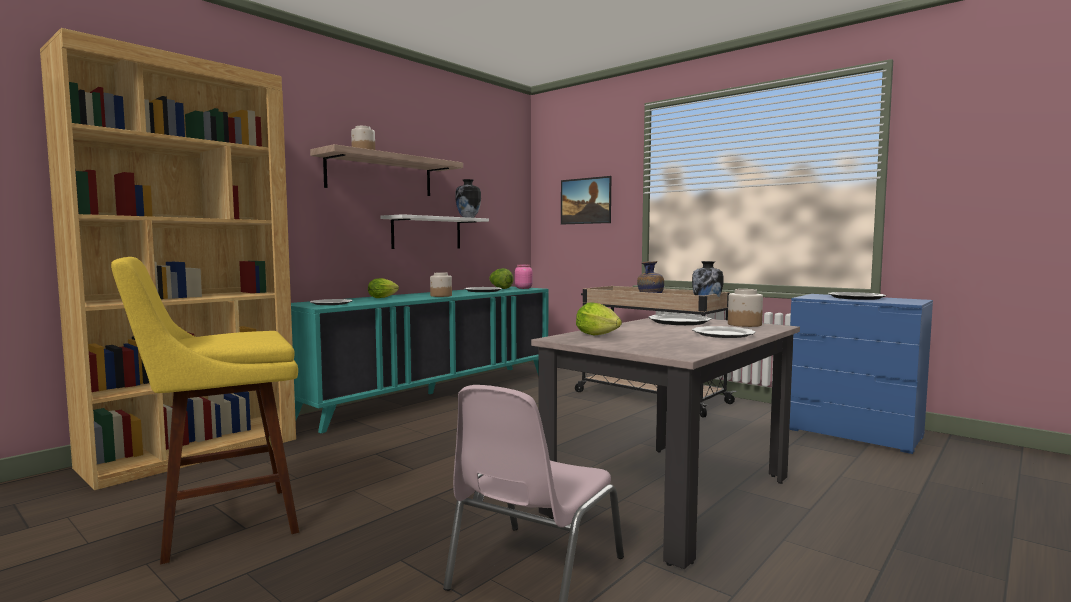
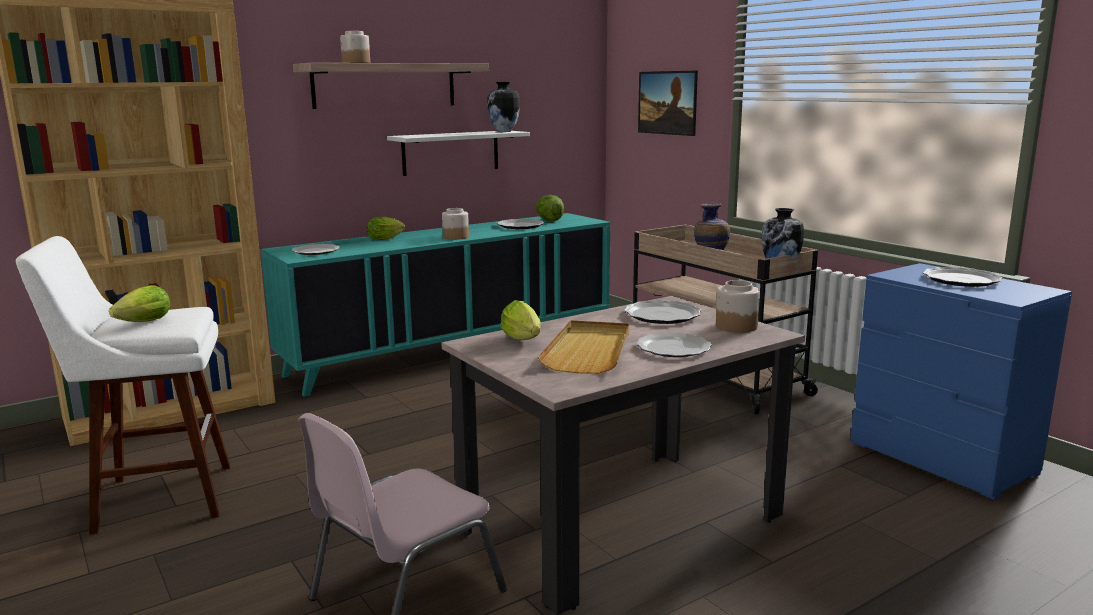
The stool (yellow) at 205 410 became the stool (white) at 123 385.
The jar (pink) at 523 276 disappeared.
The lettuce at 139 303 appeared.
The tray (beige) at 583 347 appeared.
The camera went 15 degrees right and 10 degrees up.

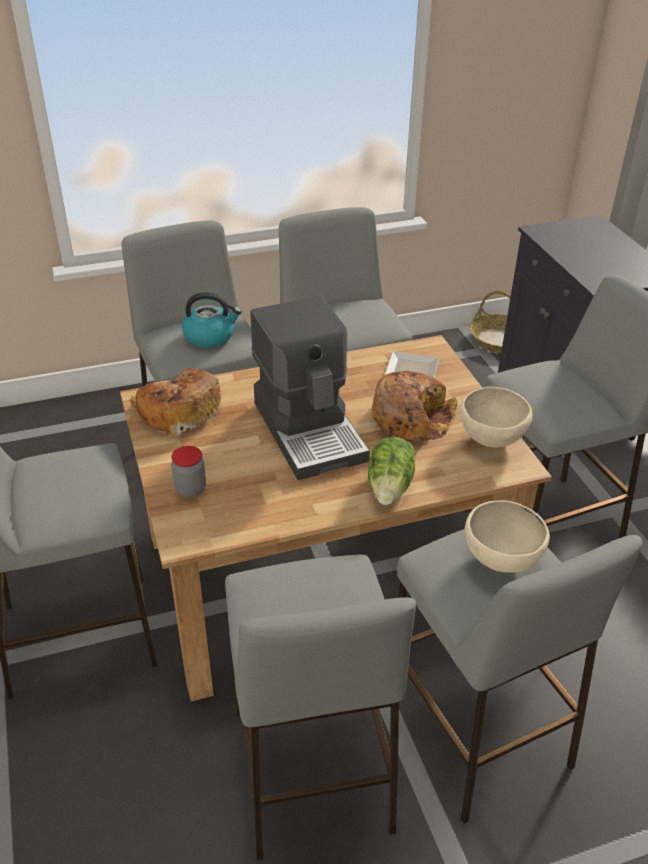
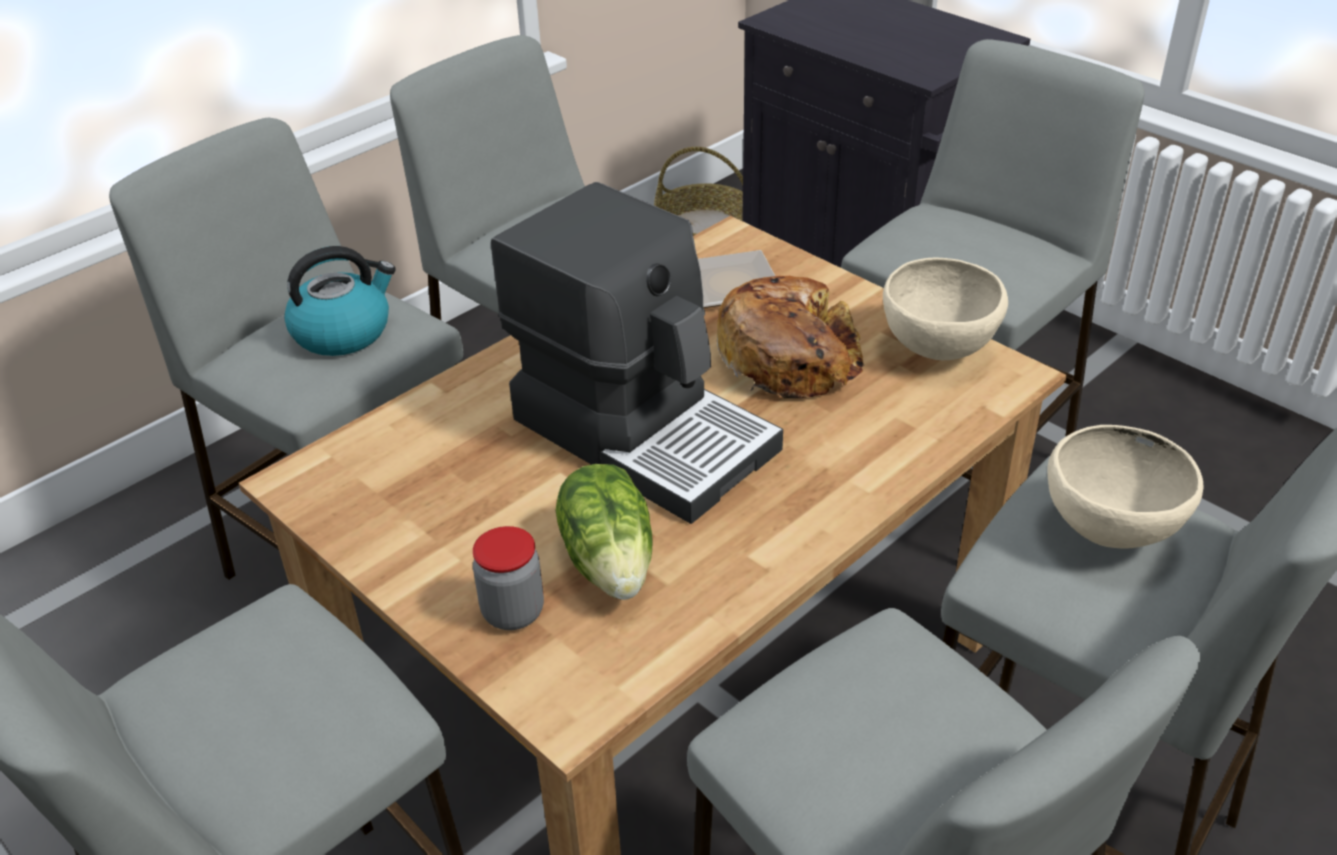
The bread at 175 402 disappeared.
The lettuce moved from 391 471 to 604 532.
The camera went 25 degrees left and 0 degrees up.

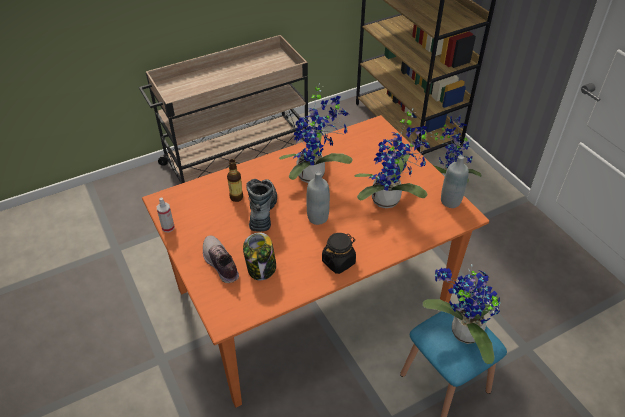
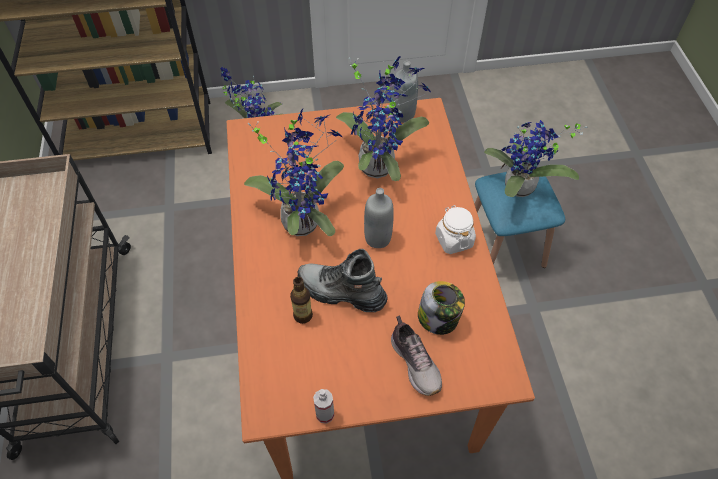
The shoe at 221 259 turned 105 degrees counterclockwise.
The jar (black) at 339 253 became the jar (white) at 455 229.
The camera went 70 degrees left and 10 degrees up.

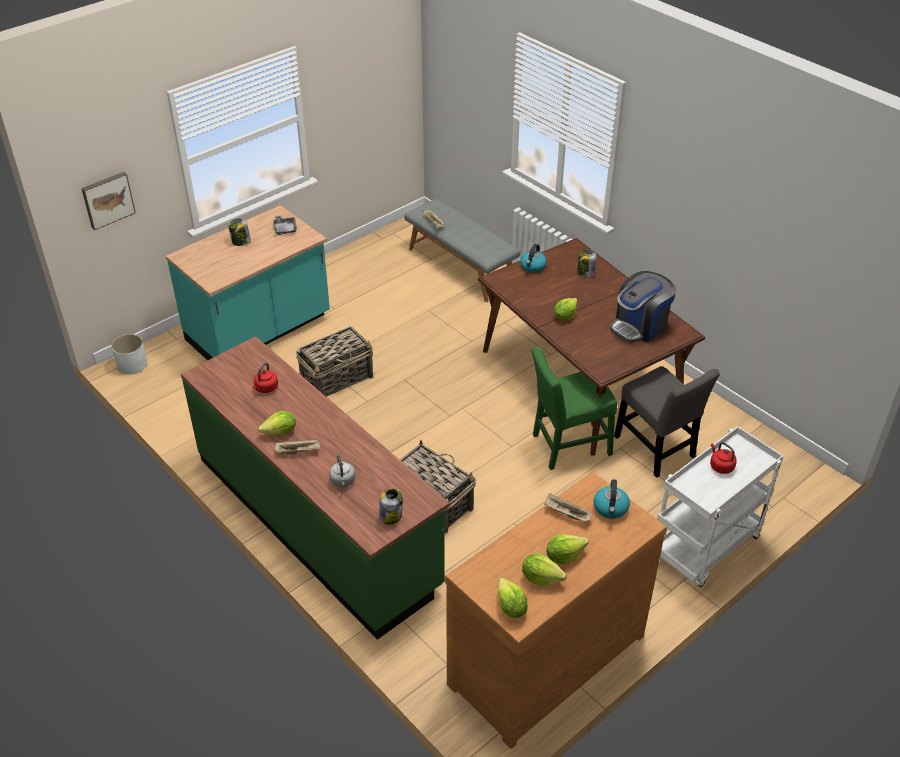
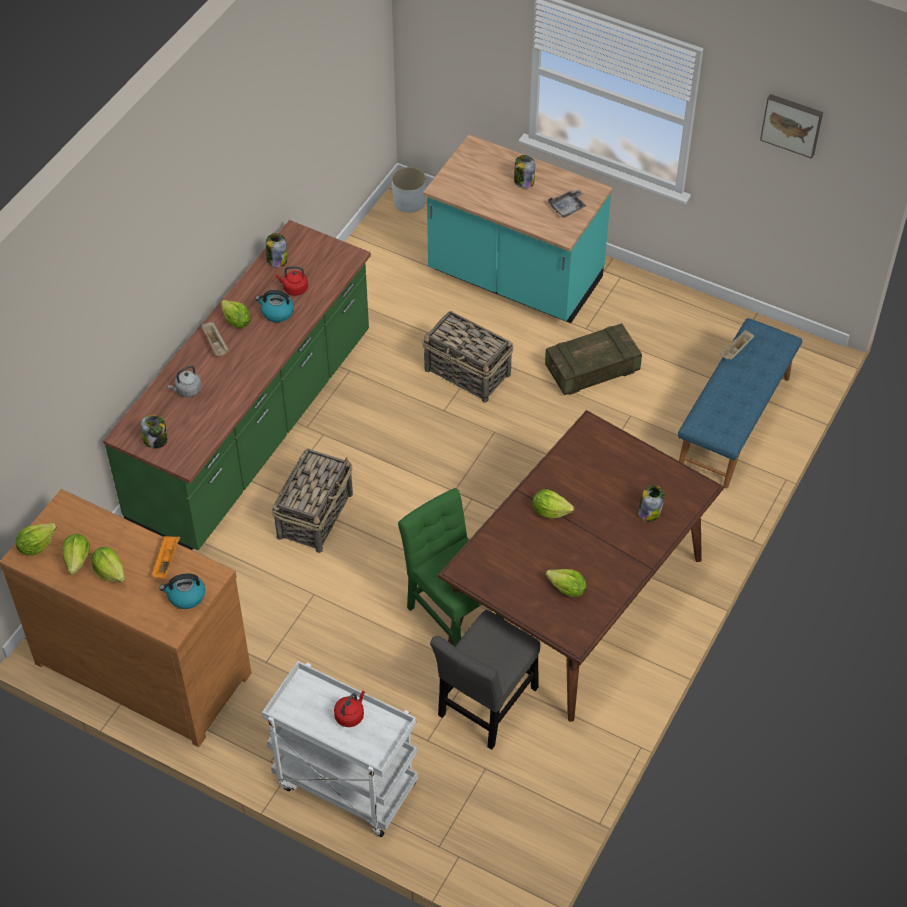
The picture moved from 108 201 to 791 126.
The bench (grey) at 462 250 became the bench (blue) at 740 403.
The kettle moved from 533 258 to 274 306.
The tray (beige) at 568 507 became the tray (orange) at 166 557.
The coffee machine at 643 307 was replaced by the lettuce at 566 583.
The jar at 276 250 appeared.
The crate at 593 359 appeared.
The camera went 70 degrees right and 10 degrees up.

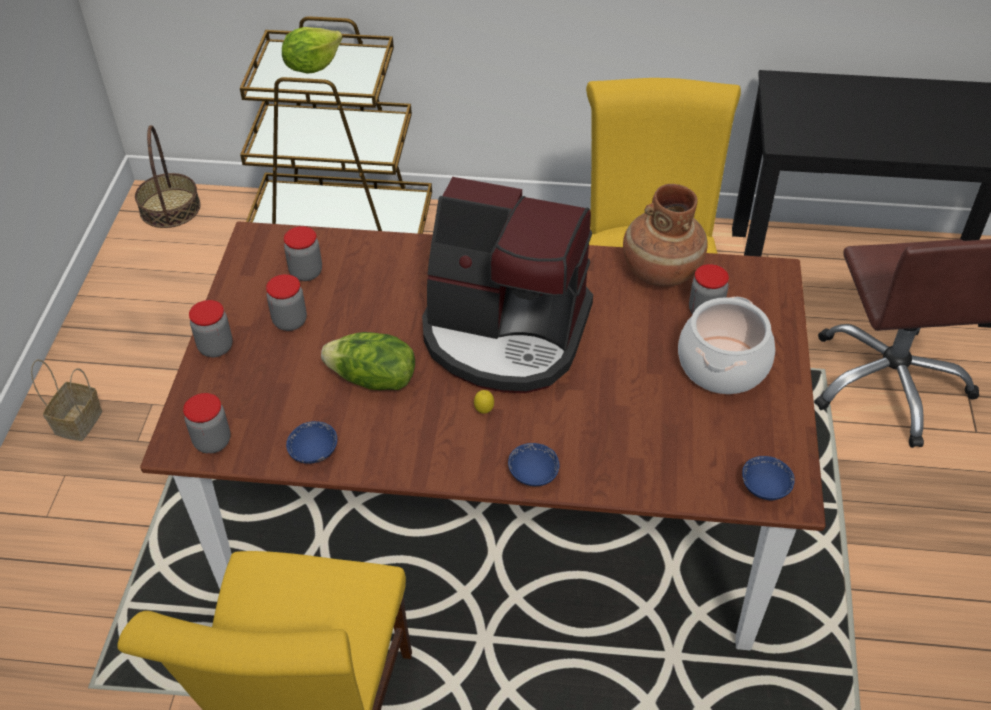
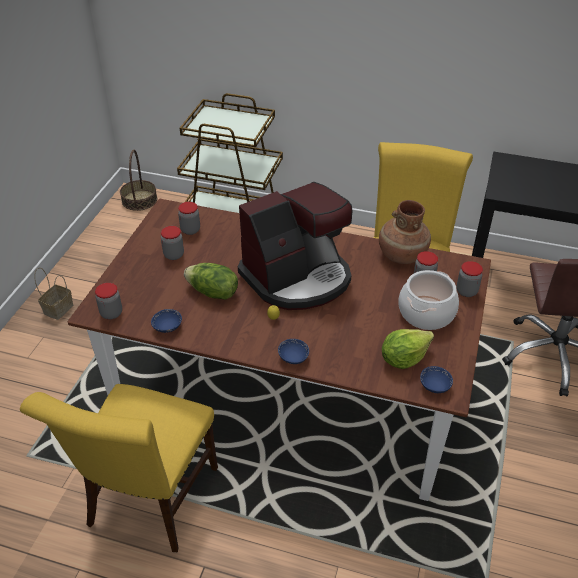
The jar moved from 211 328 to 469 279.
The lettuce moved from 312 50 to 408 349.
The coffee machine at 507 285 turned 60 degrees counterclockwise.
The camera went 10 degrees right and 5 degrees down.

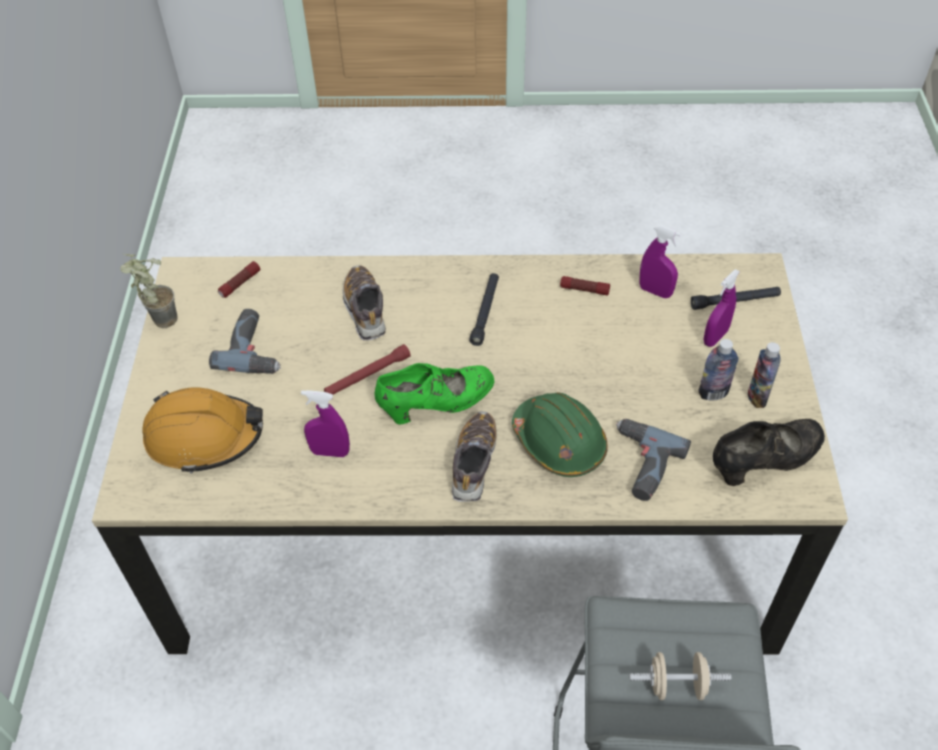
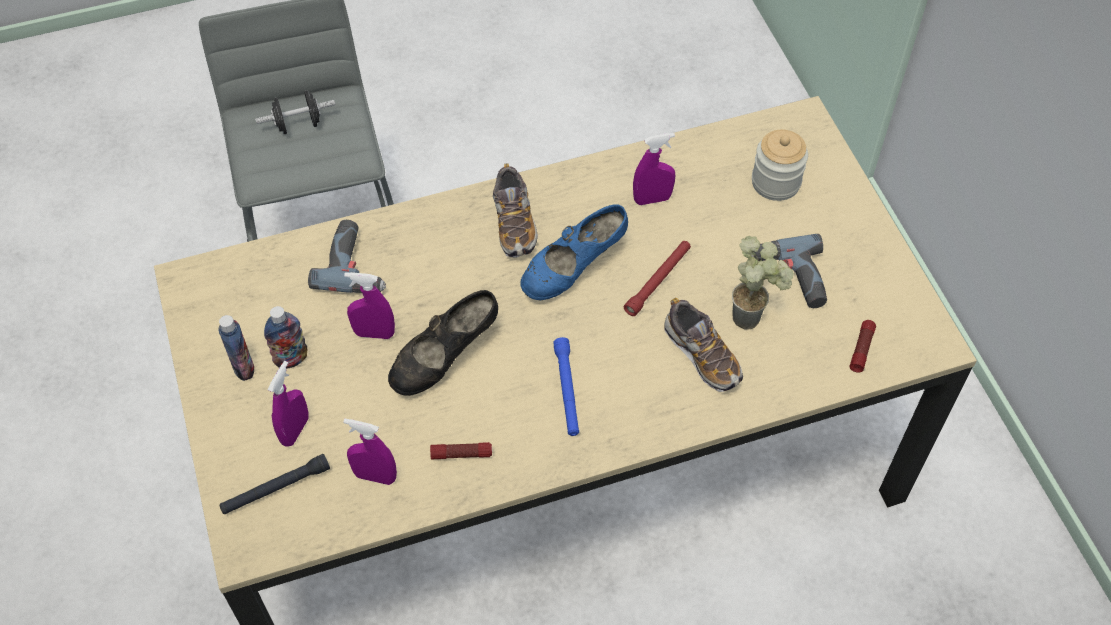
The potted plant moved from 149 291 to 763 283.
The hard hat (orange) at 202 430 was replaced by the jar at 780 165.
The shoe (green) at 434 394 became the shoe (blue) at 574 252.
The flashlight (black) at 484 309 became the flashlight (blue) at 566 386.
The hard hat (green) at 560 434 disappeared.
The dumbbell (beige) at 680 676 became the dumbbell (black) at 295 112.
The shoe (black) moved from 769 452 to 443 343.
The spray bottle (purple) at 369 305 appeared.
The camera went 160 degrees right and 5 degrees up.

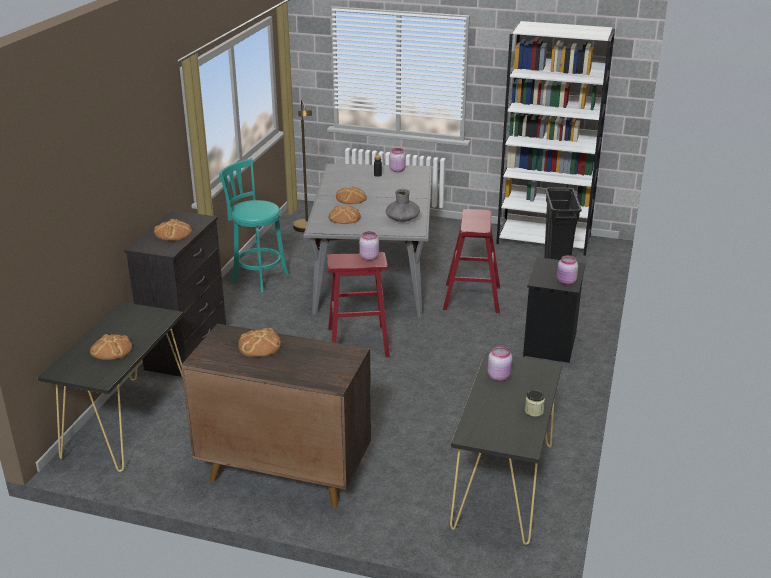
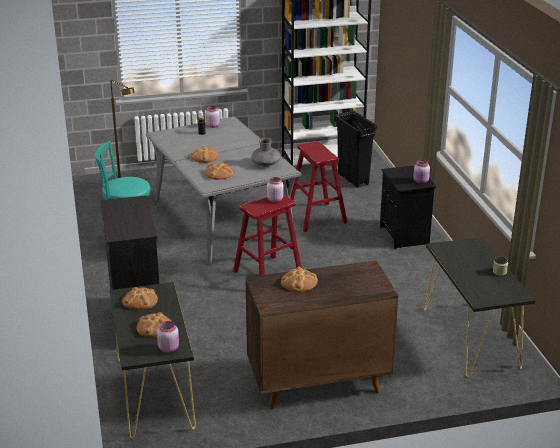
The bread moved from 173 230 to 140 298.
The jar (pink) moved from 500 363 to 168 337.
The camera went 30 degrees left and 0 degrees up.

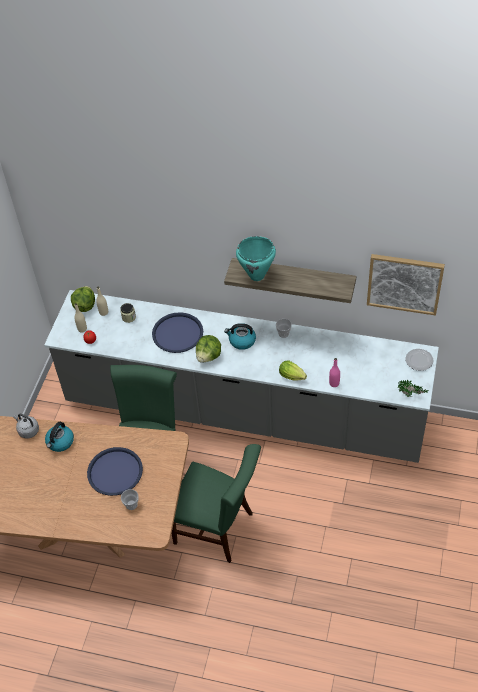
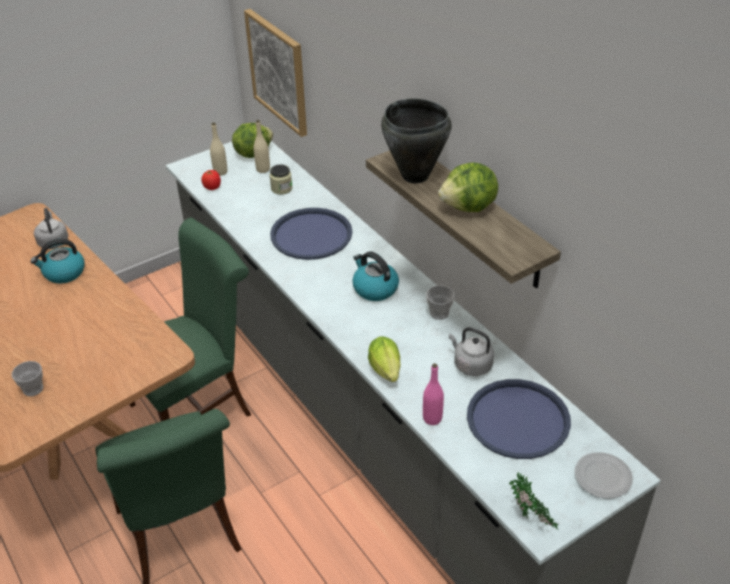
The tray (blue) moved from 115 471 to 519 419.
The lettuce moved from 208 349 to 468 187.
The cooking pot (turquoise) at 256 258 became the cooking pot (black) at 416 140.
The picture moved from 406 285 to 275 73.
The kettle (grey) at 471 351 appeared.
The camera went 40 degrees right and 10 degrees down.

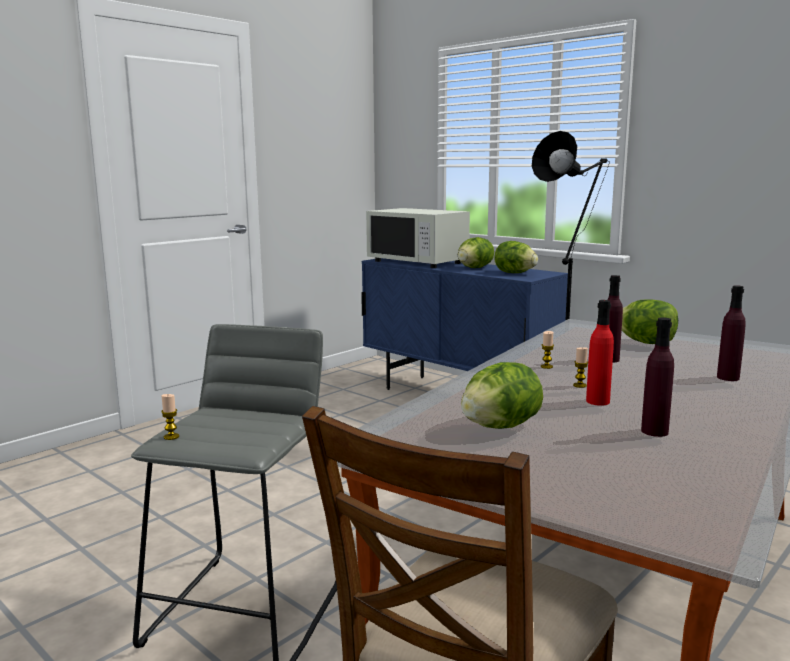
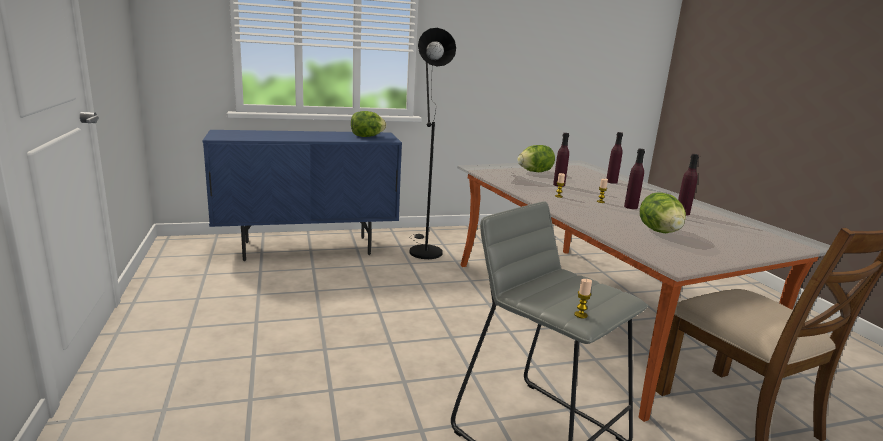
The microwave (white) at 418 238 disappeared.
The lettuce at 476 252 disappeared.
The bottle (red) at 600 353 became the bottle (purple) at 634 179.
The camera went 60 degrees left and 5 degrees up.

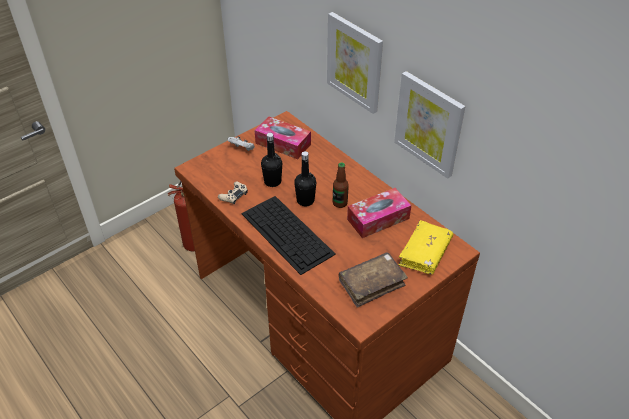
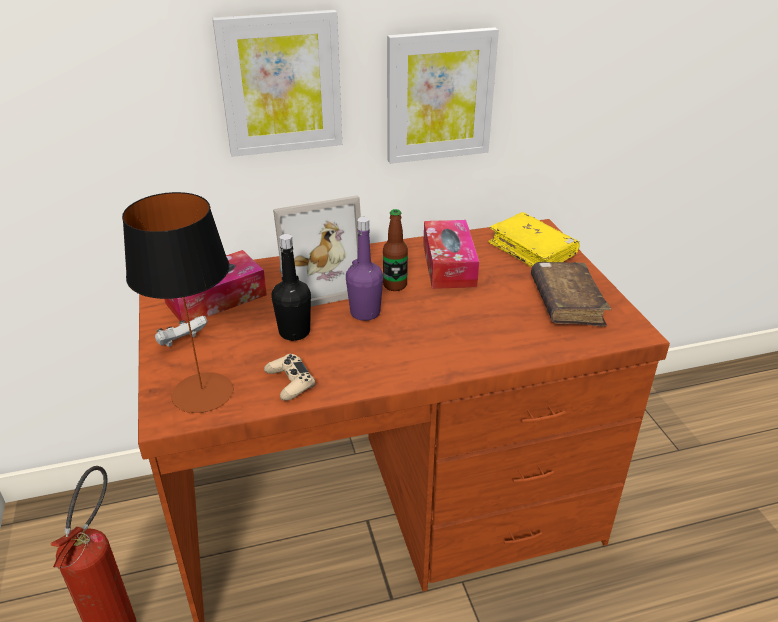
The keyboard at 288 235 disappeared.
The bottle (black) at 305 178 became the bottle (purple) at 364 269.
The table lamp at 177 302 appeared.
The picture frame at 317 251 appeared.
The camera went 65 degrees left and 10 degrees down.

